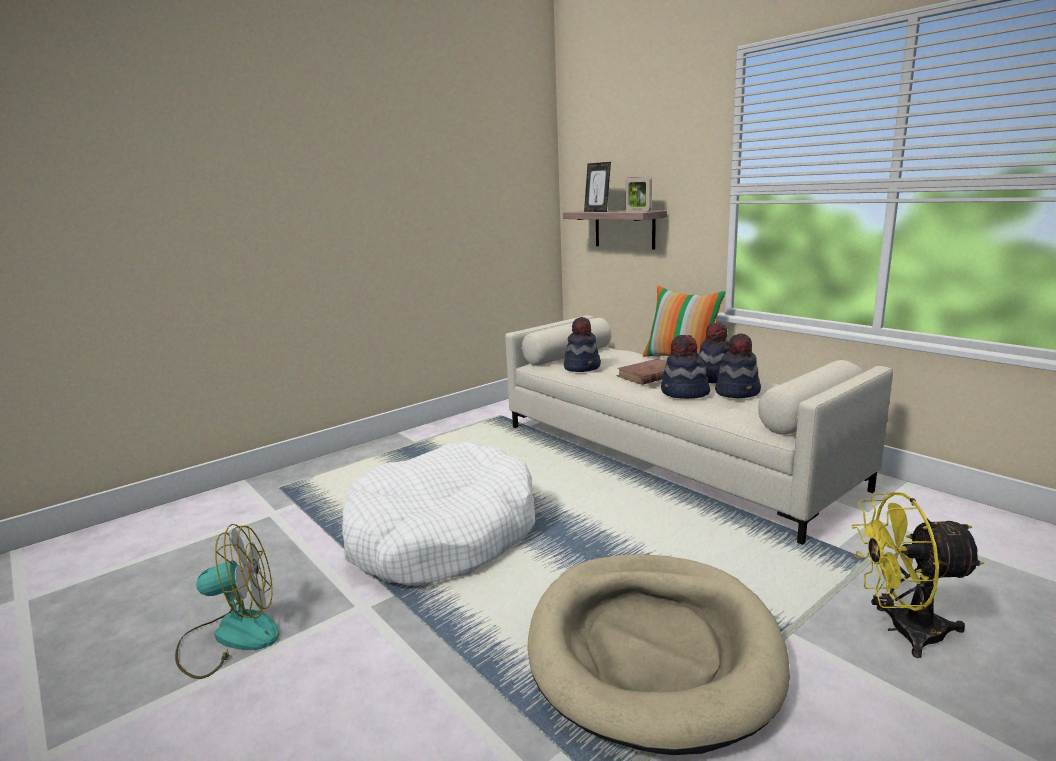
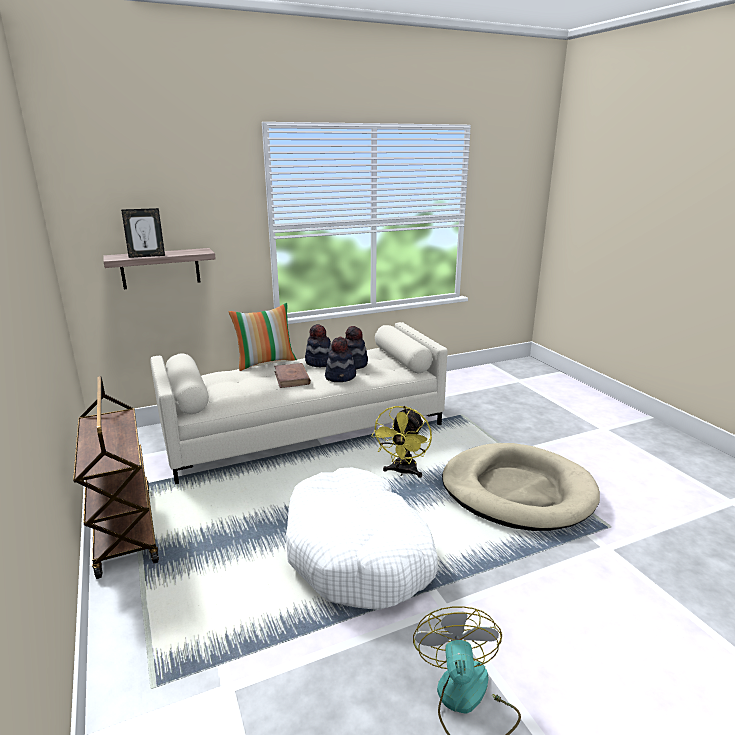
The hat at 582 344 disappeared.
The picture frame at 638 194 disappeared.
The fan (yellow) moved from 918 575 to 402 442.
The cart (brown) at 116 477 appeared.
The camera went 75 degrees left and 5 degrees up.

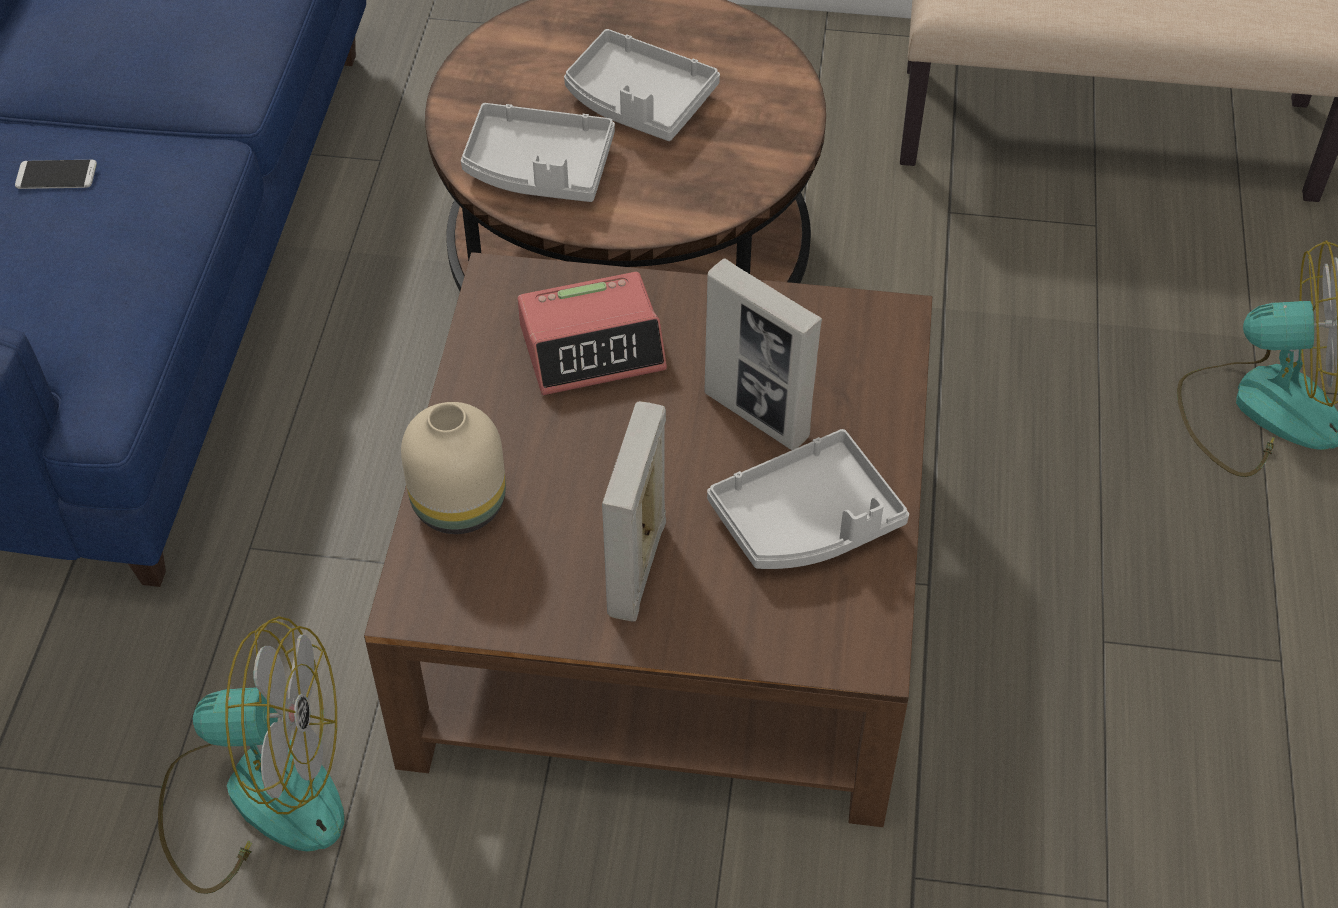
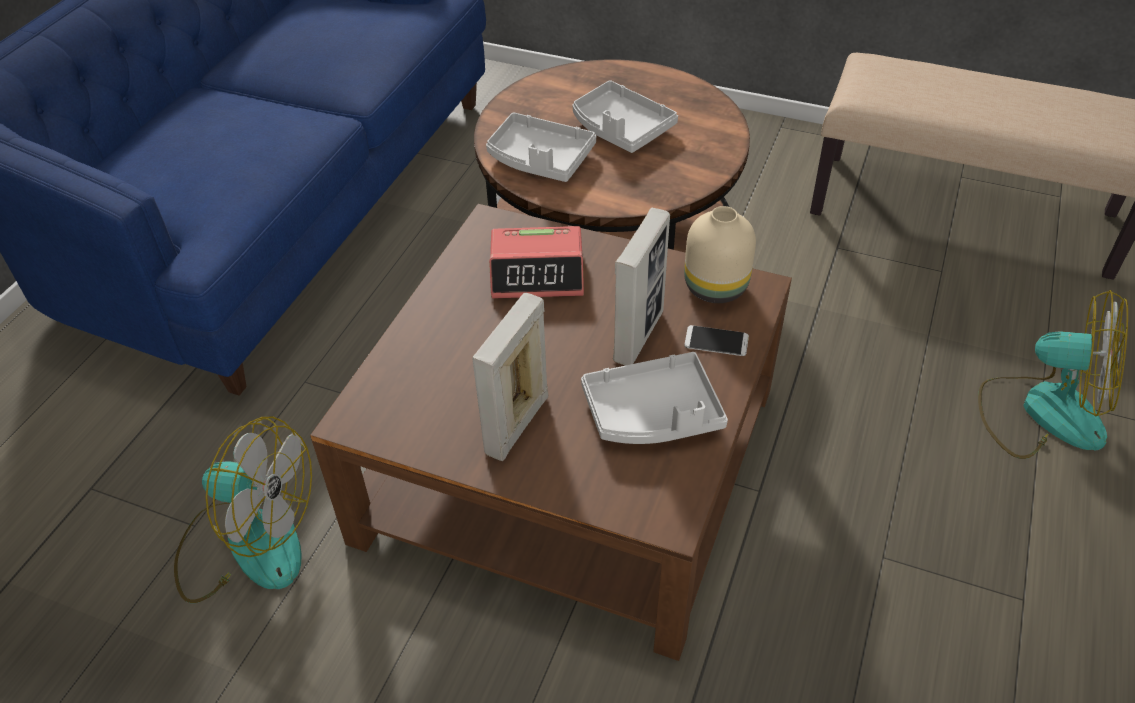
The phone moved from 56 174 to 716 340.
The vase (beige) moved from 453 468 to 720 254.
The picture frame at 763 354 turned 120 degrees counterclockwise.
The camera went 15 degrees right and 5 degrees down.

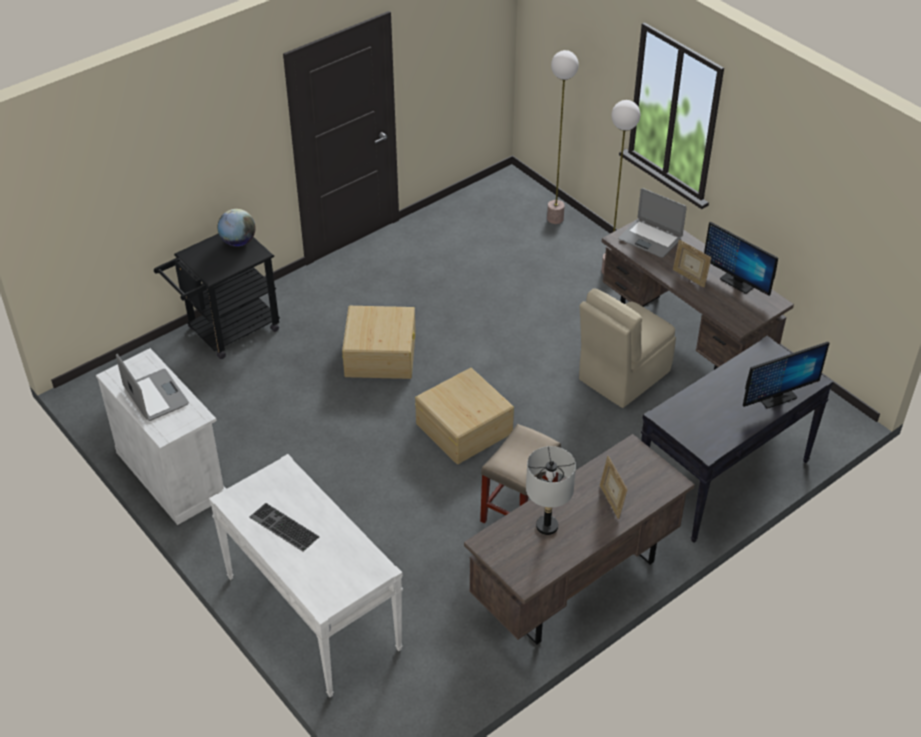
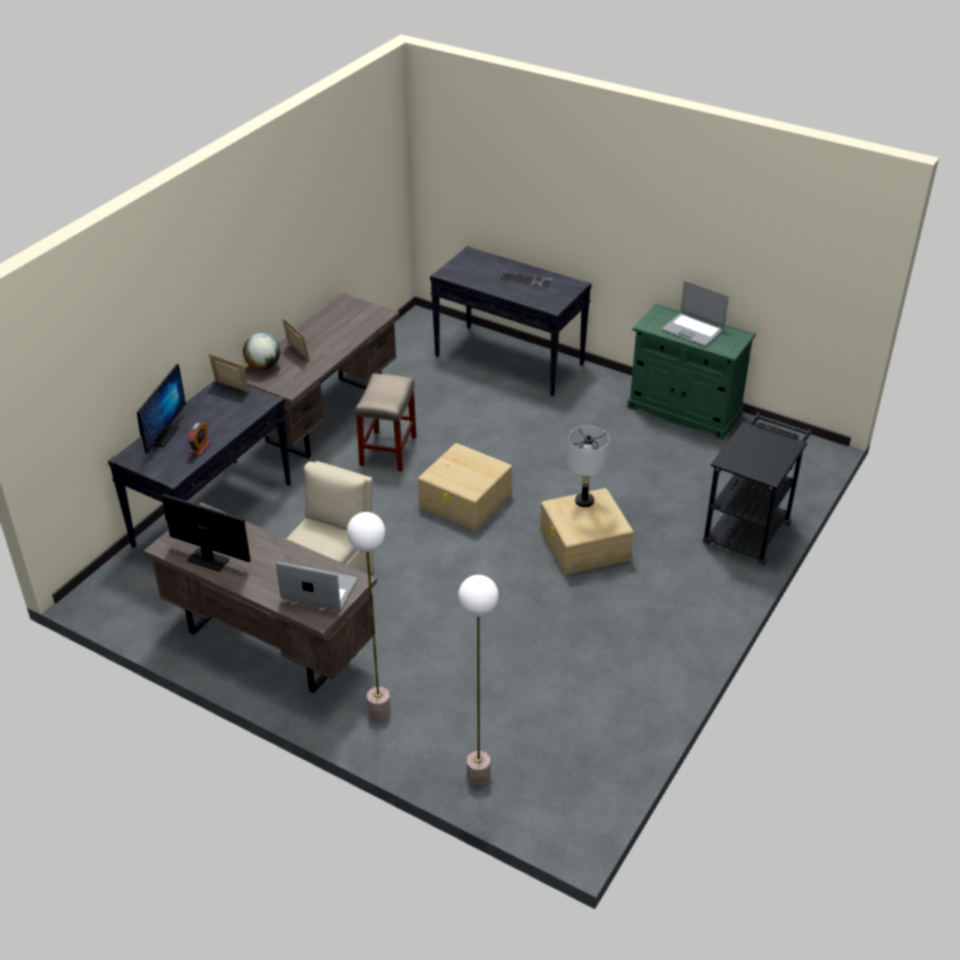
The cabinet (white) at 161 436 became the cabinet (green) at 691 372.
The console table (white) at 306 575 became the console table (black) at 511 321.
The globe moved from 237 228 to 261 351.
The table lamp (grey) moved from 551 490 to 588 466.
The picture frame moved from 692 264 to 229 373.
The monitor at 786 375 turned 150 degrees clockwise.
The alarm clock at 199 439 appeared.
The camera went 160 degrees right and 5 degrees down.

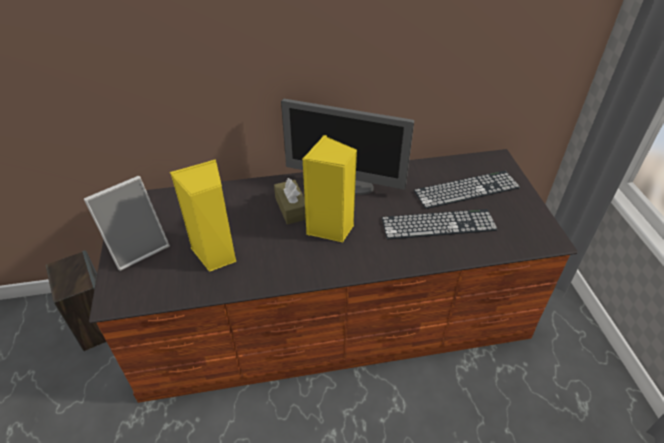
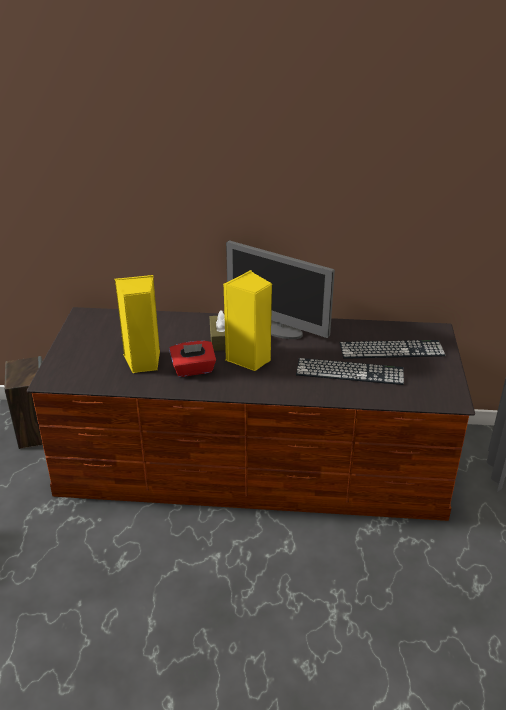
The picture frame at 127 223 disappeared.
The tissue box (red) at 192 359 appeared.
The camera went 15 degrees right and 10 degrees down.

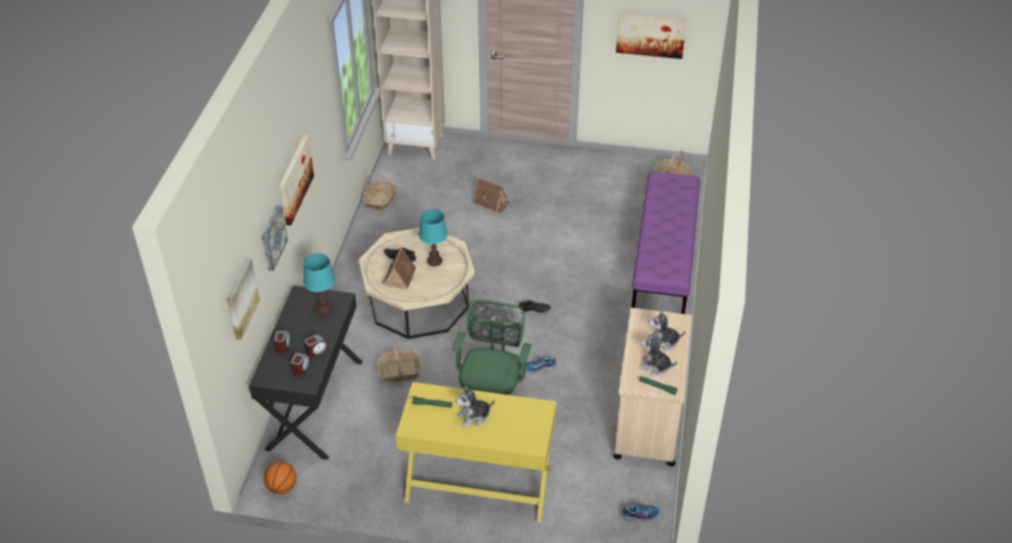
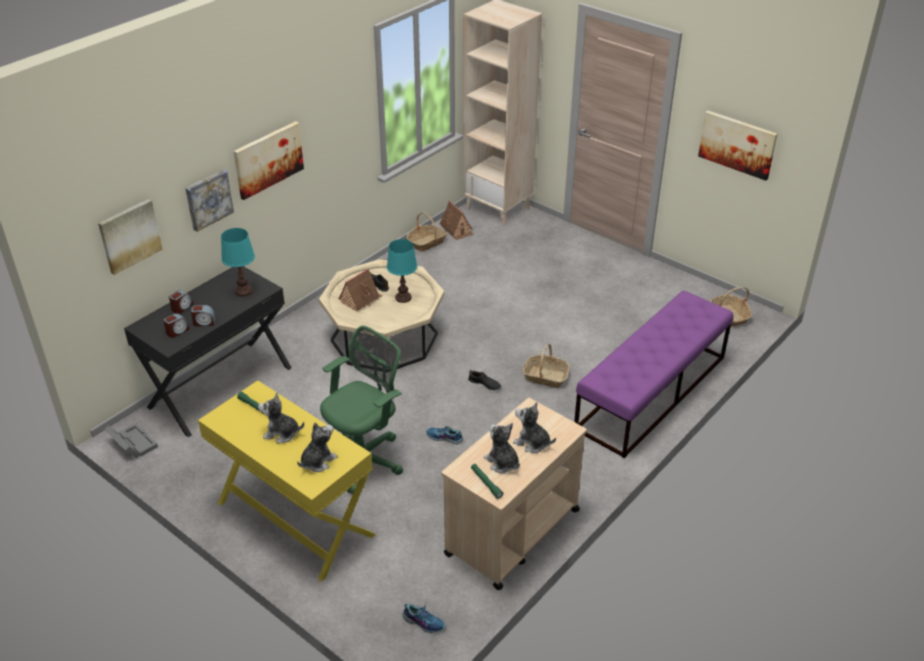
The basketball at 280 478 was replaced by the storage box (grey) at 131 441.
The basket moved from 399 362 to 546 366.
The toy house moved from 491 196 to 456 220.
The plush toy at 317 447 appeared.
The camera went 30 degrees right and 5 degrees down.

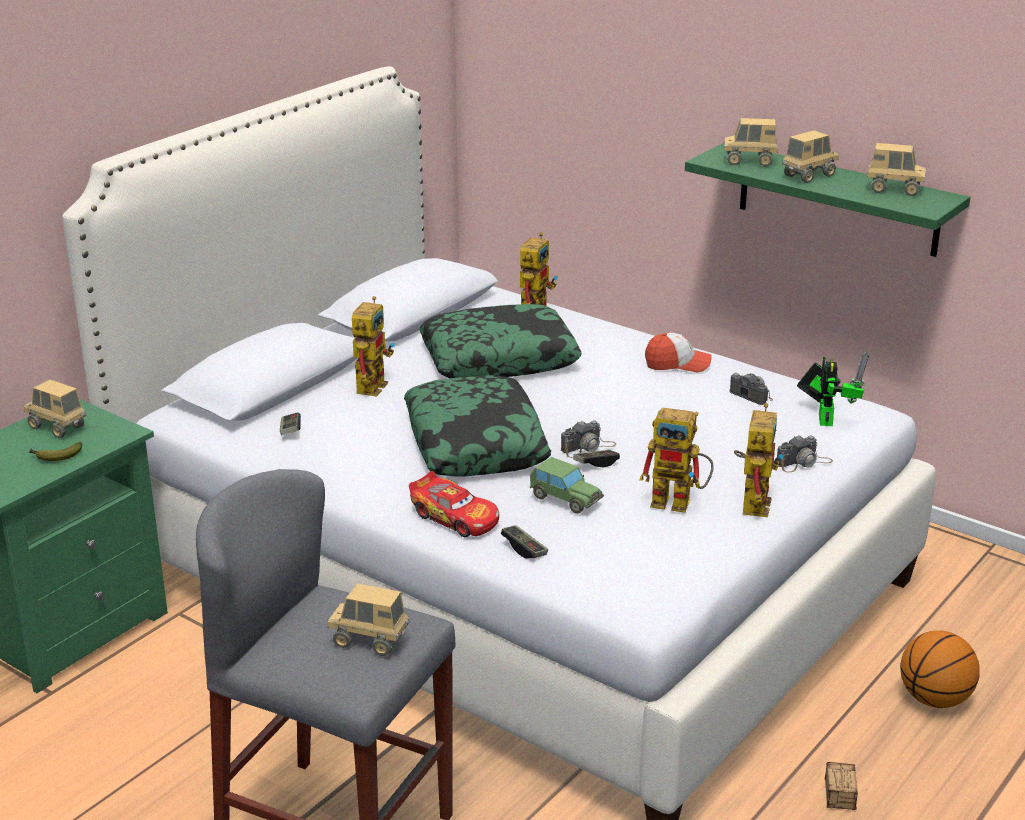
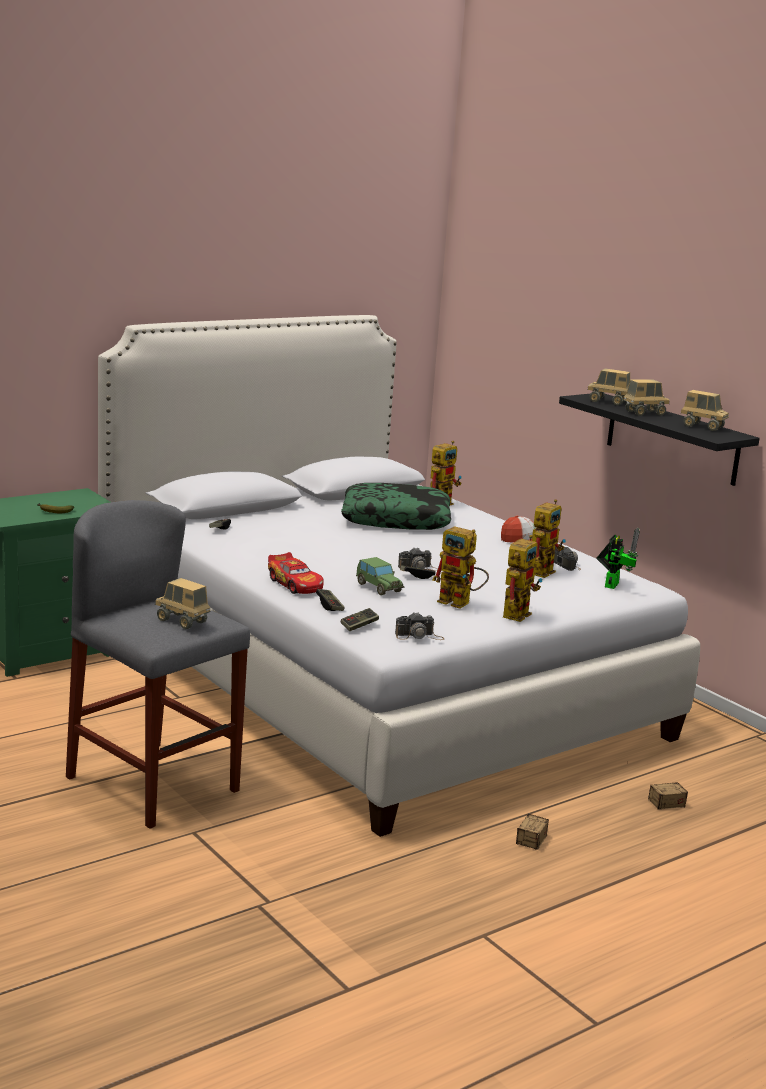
The toy truck at 55 408 disappeared.
The toy robot moved from 373 346 to 549 538.
The pillow at 477 426 disappeared.
The shelf (green) at 827 200 became the shelf (black) at 659 440.
The photo camera moved from 805 454 to 419 626.
The basketball at 940 669 was replaced by the storage box at 657 786.
The game controller at 360 619 appeared.
The camera went 15 degrees right and 10 degrees down.

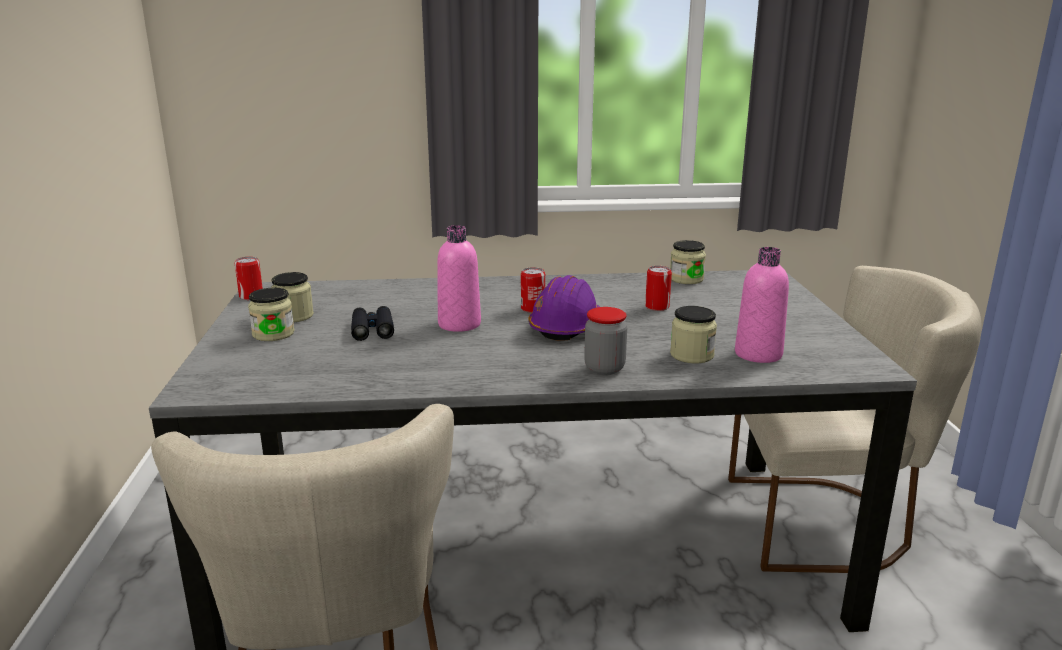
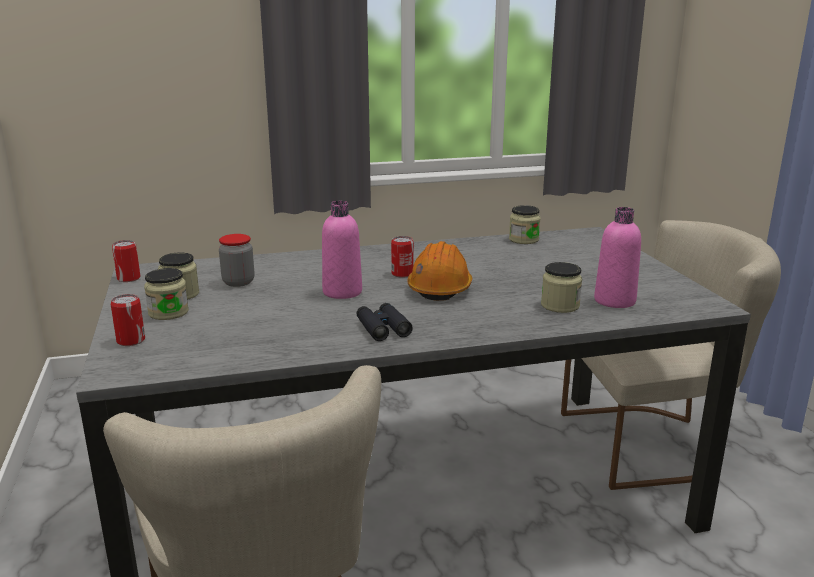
The binoculars (black) moved from 372 323 to 384 322.
The hard hat (purple) at 564 308 became the hard hat (orange) at 439 271.
The jar moved from 605 341 to 236 260.
The can moved from 658 288 to 128 320.
The camera went 10 degrees left and 0 degrees up.

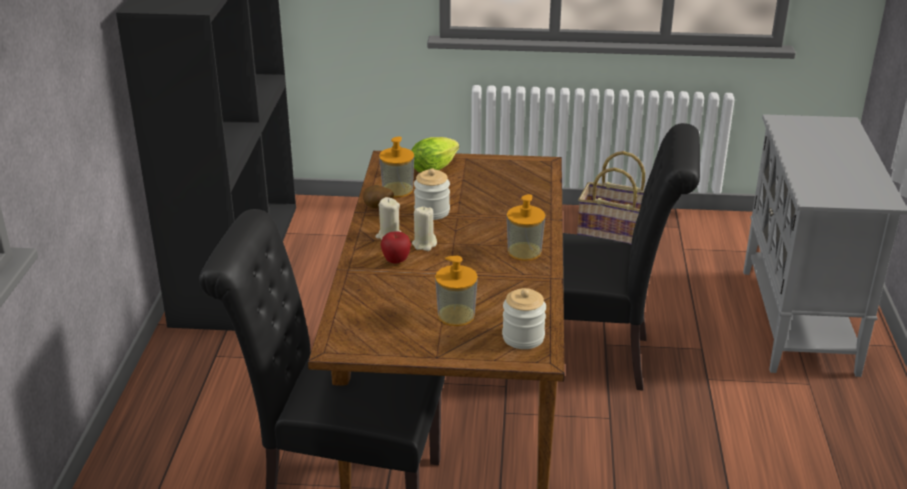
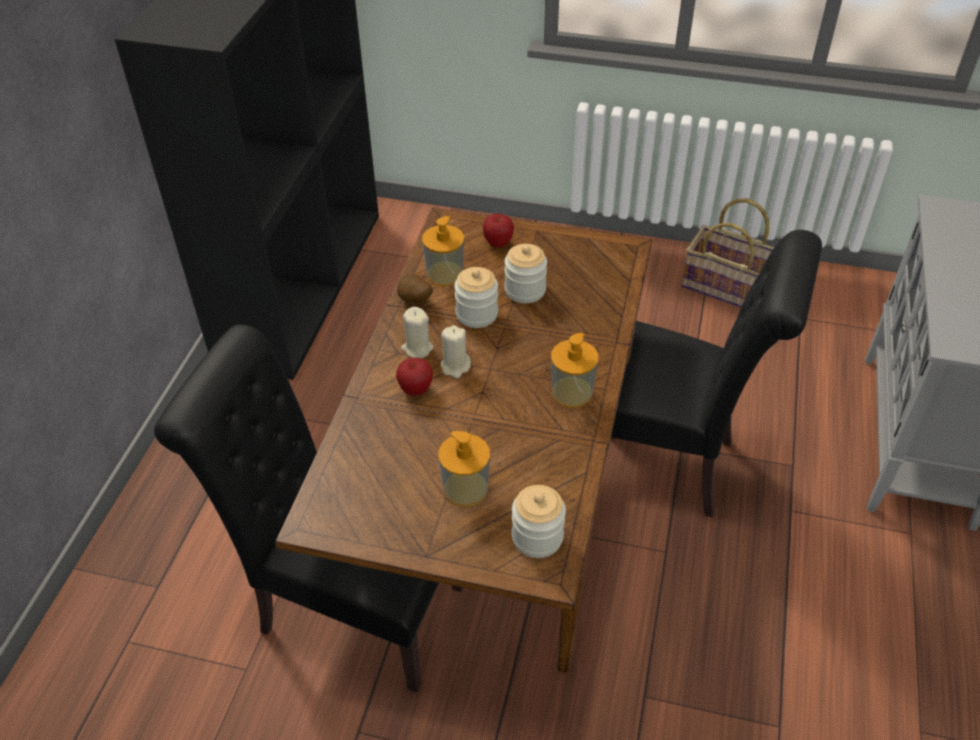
The lettuce at 435 155 was replaced by the apple at 498 230.
The jar at 525 273 appeared.
The camera went 10 degrees right and 15 degrees up.

